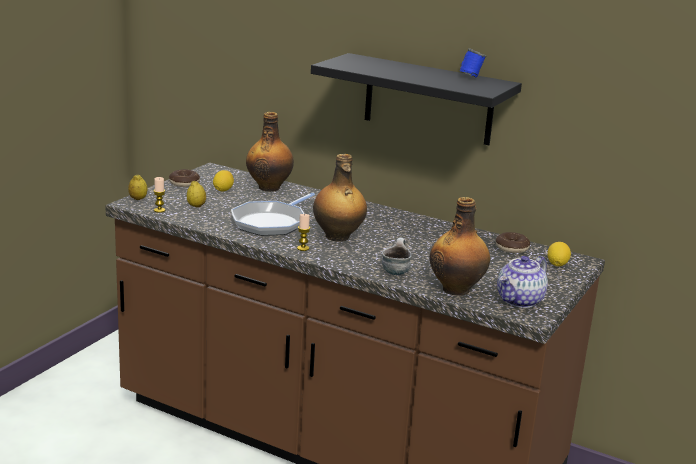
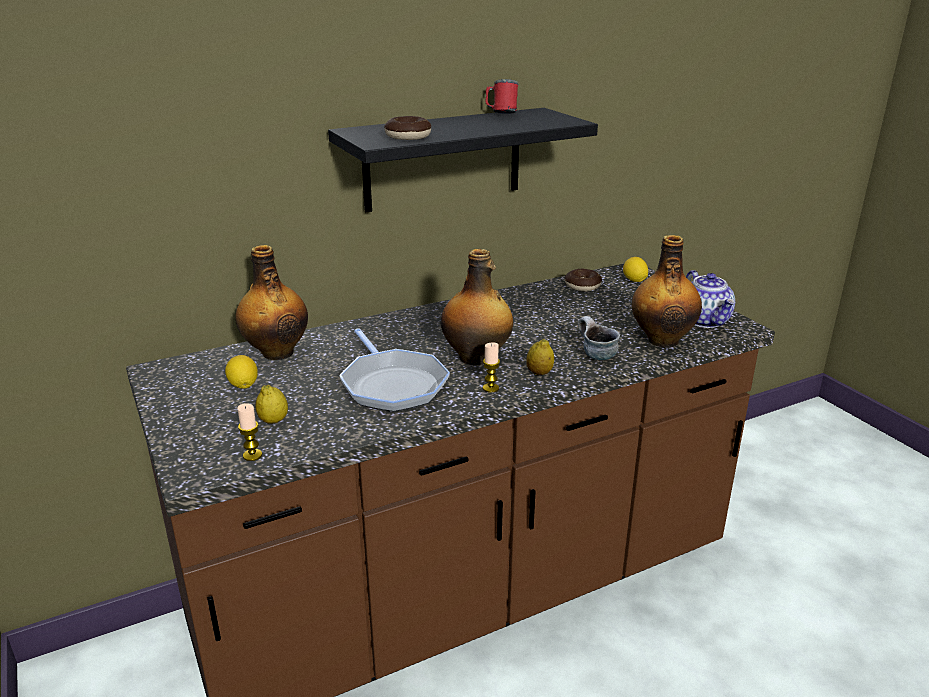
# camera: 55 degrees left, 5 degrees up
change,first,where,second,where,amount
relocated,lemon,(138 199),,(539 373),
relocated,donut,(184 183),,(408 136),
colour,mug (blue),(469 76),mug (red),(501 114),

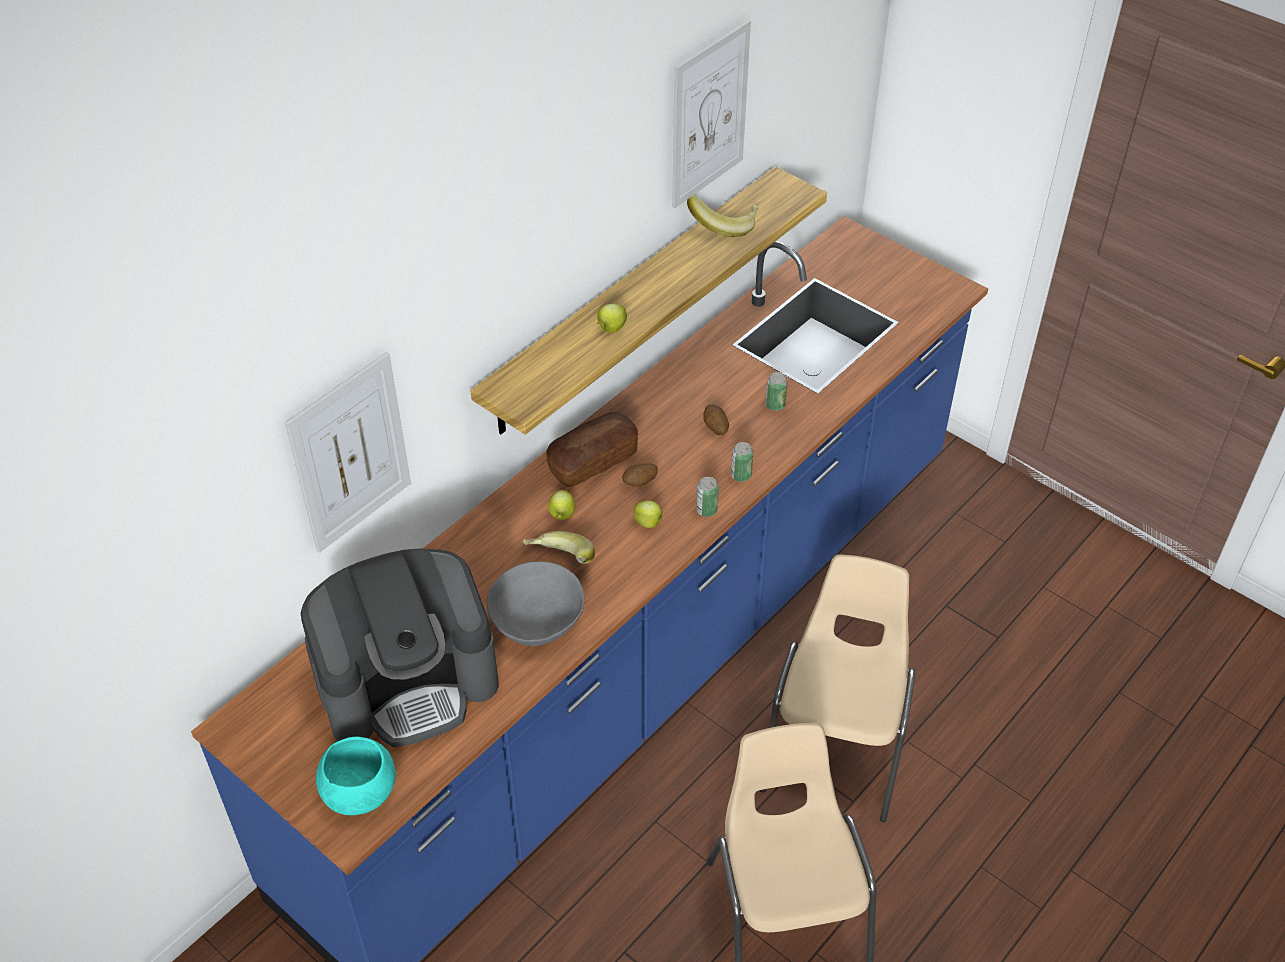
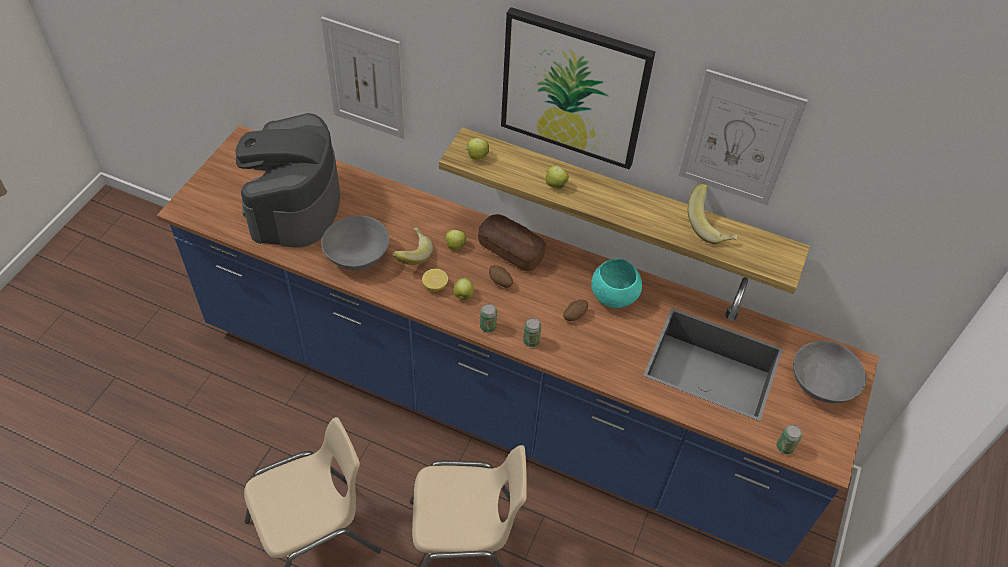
# camera: 70 degrees right, 5 degrees up
change,first,where,second,where,amount
spun,coffee machine,(408 681),,(294 205),45 degrees clockwise
relocated,bowl (turquoise),(359 793),,(613 296),
relocated,can,(775 405),,(784 447),
appeared,,,lemon,(435 286),
appeared,,,apple,(476 156),
appeared,,,picture,(574 88),
appeared,,,bowl (grey),(822 384),

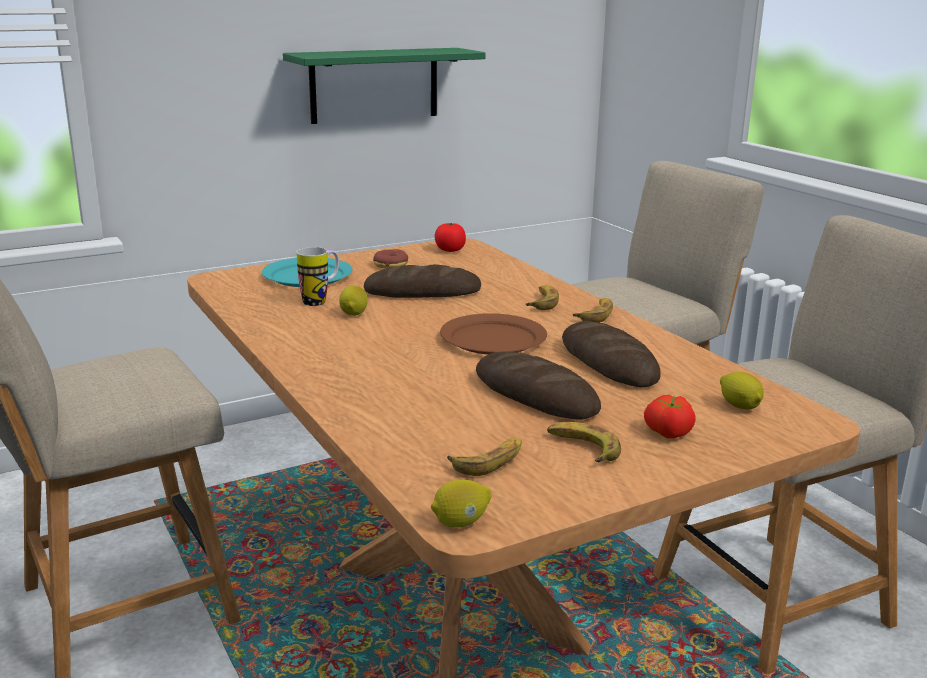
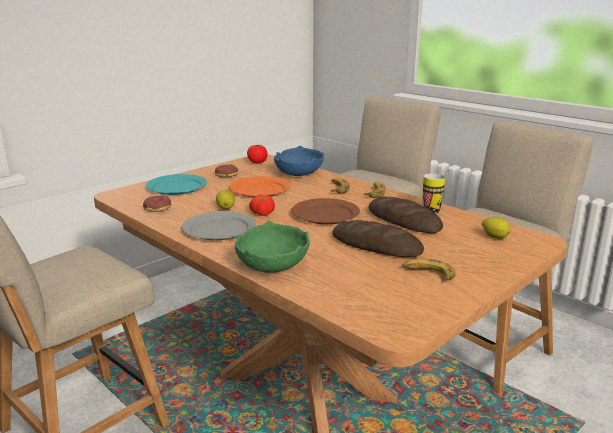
# camera: 15 degrees left, 0 degrees up
change,first,where,second,where,amount
missing,shelf (green),(374 85),,,
relocated,mug,(320 300),,(433 209),
exchanged,bread,(422 291),plate (orange),(259 189),
missing,lemon,(461 523),,,
missing,banana,(489 462),,,
relocated,tomato,(667 432),,(262 213),
appeared,,,donut,(157 208),
appeared,,,plate (grey),(219 229),
appeared,,,bowl (green),(271 265),
appeared,,,bowl (blue),(298 173),

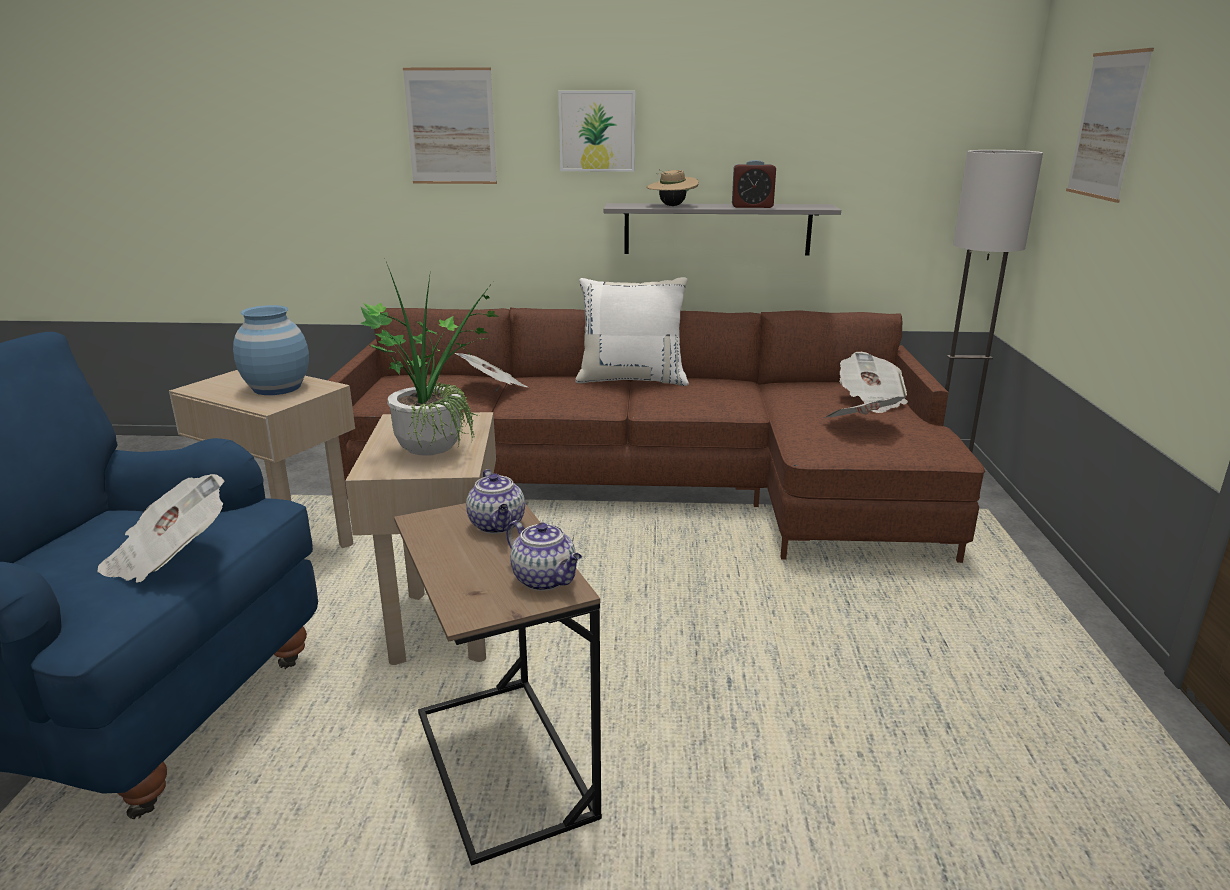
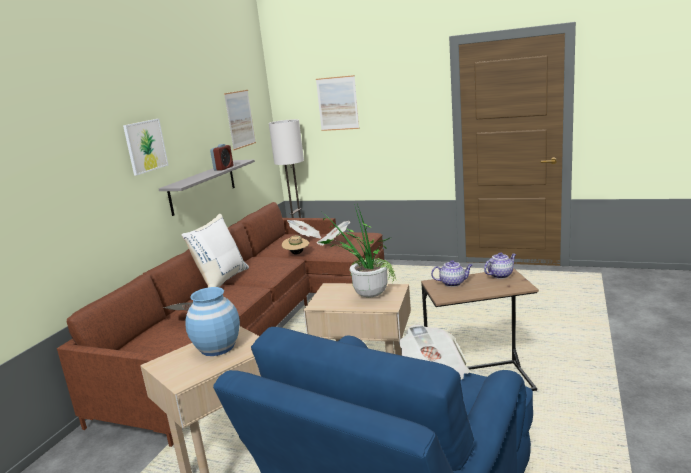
# camera: 70 degrees left, 5 degrees down
change,first,where,second,where,amount
relocated,picture,(451 127),,(240 119),
relocated,hat (beige),(671 206),,(296 254),

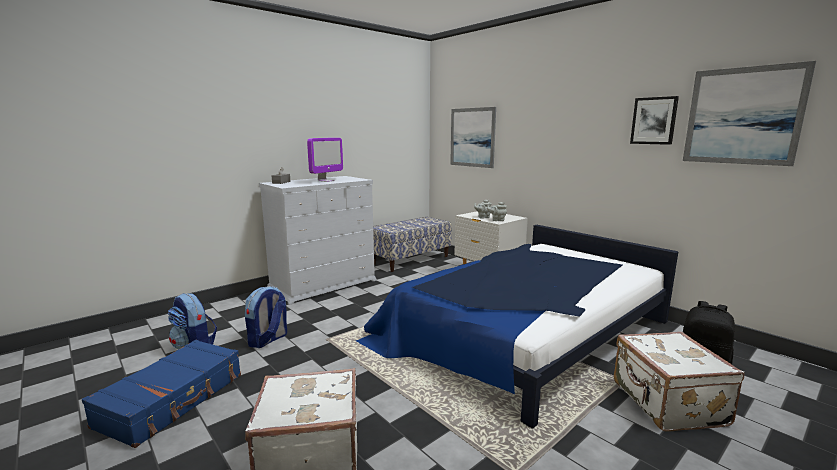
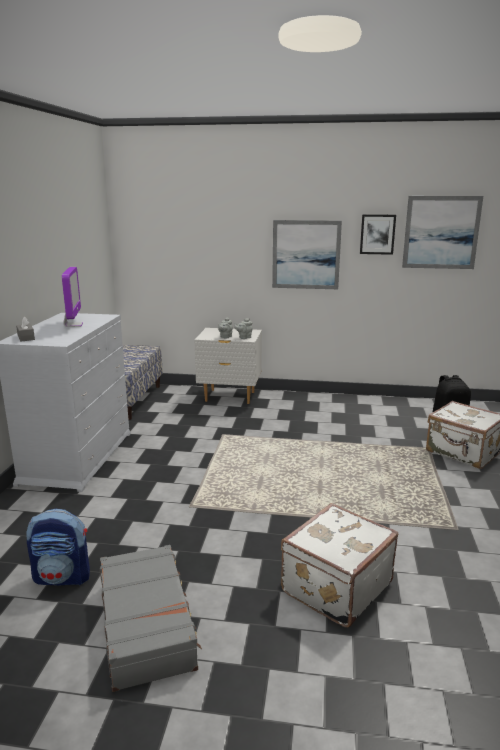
# camera: 40 degrees left, 5 degrees up
change,first,where,second,where,amount
colour,suitcase (blue),(173 400),suitcase (grey),(147 624),
missing,backpack,(268 340),,,
missing,bed,(525 330),,,
relocated,picture,(472 137),,(306 254),

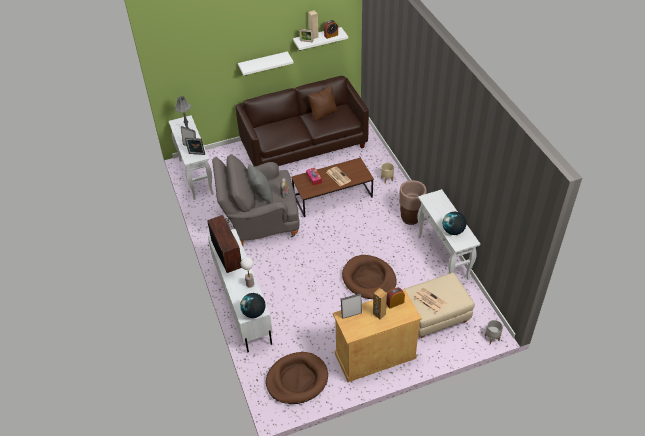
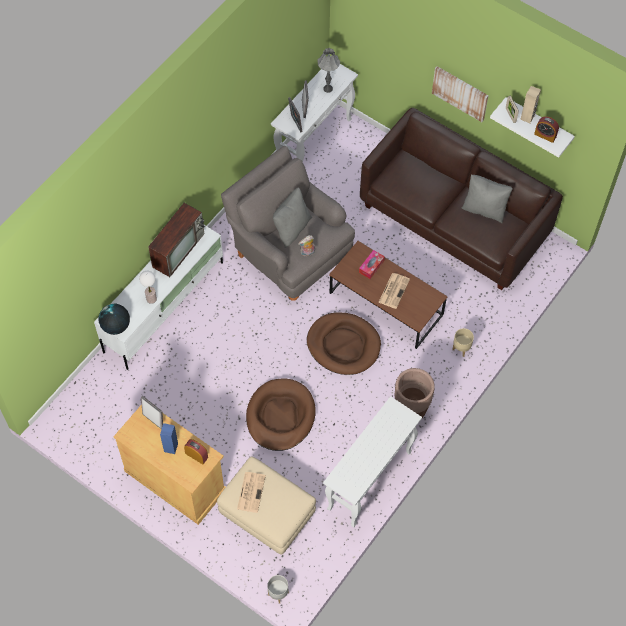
# camera: 55 degrees right, 15 degrees up
change,first,where,second,where,amount
exchanged,shelf (white),(263 63),picture,(460 93),
relocated,dog bed (brown),(297 379),,(343 345),
colour,pillow (brown),(323 114),pillow (grey),(484 209),
colour,speaker (brown),(379 314),speaker (blue),(170 447),
missing,globe,(453 231),,,

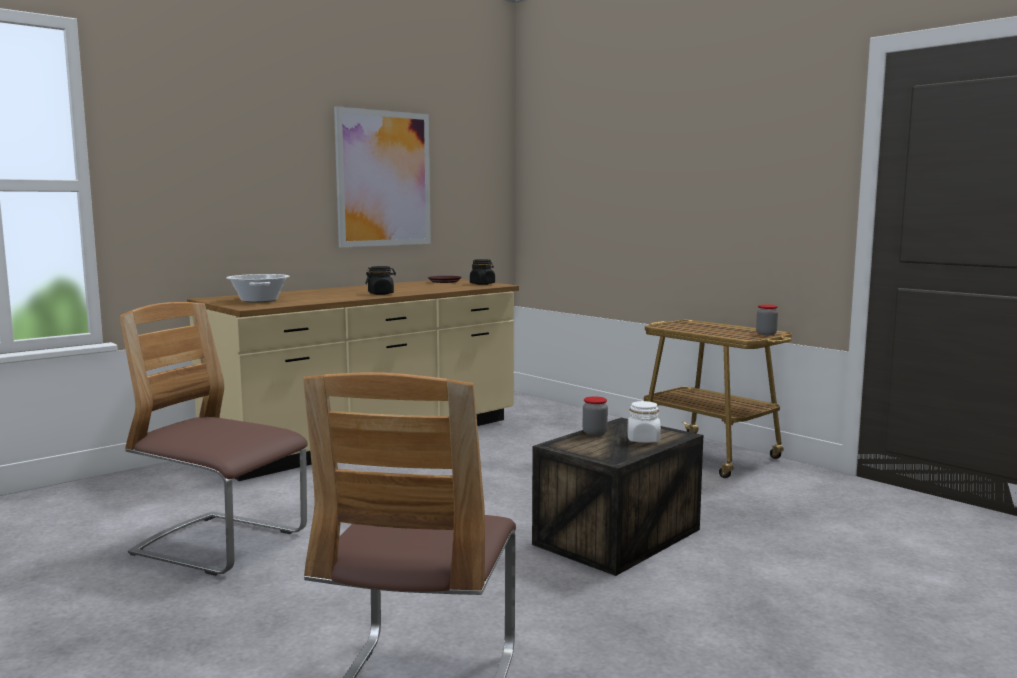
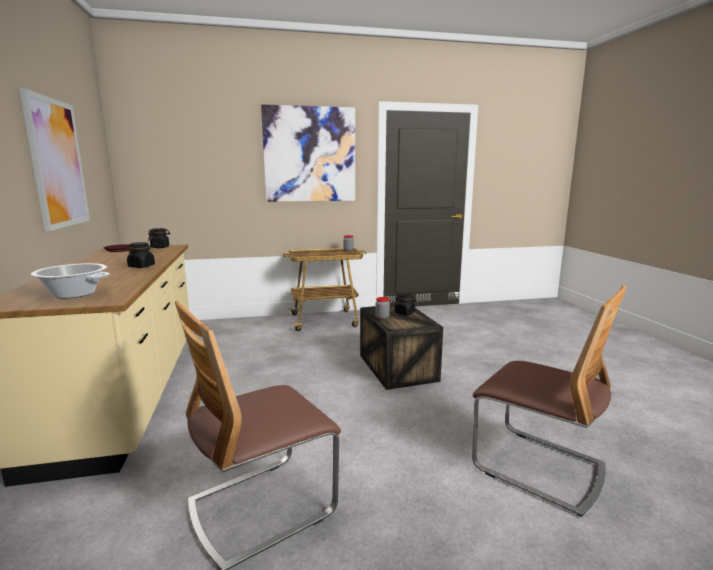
# camera: 60 degrees left, 5 degrees up
change,first,where,second,where,amount
colour,jar (white),(643 440),jar (black),(404 313),
appeared,,,picture,(310 155),

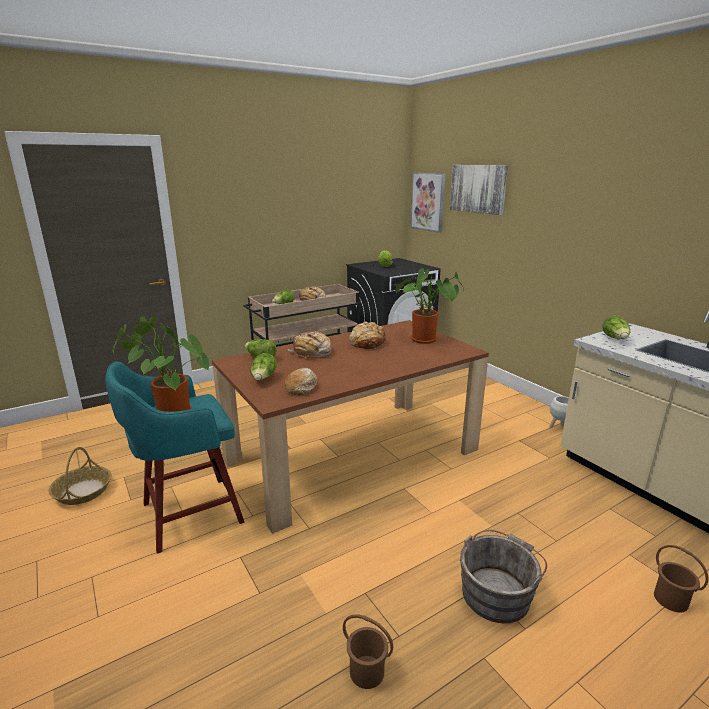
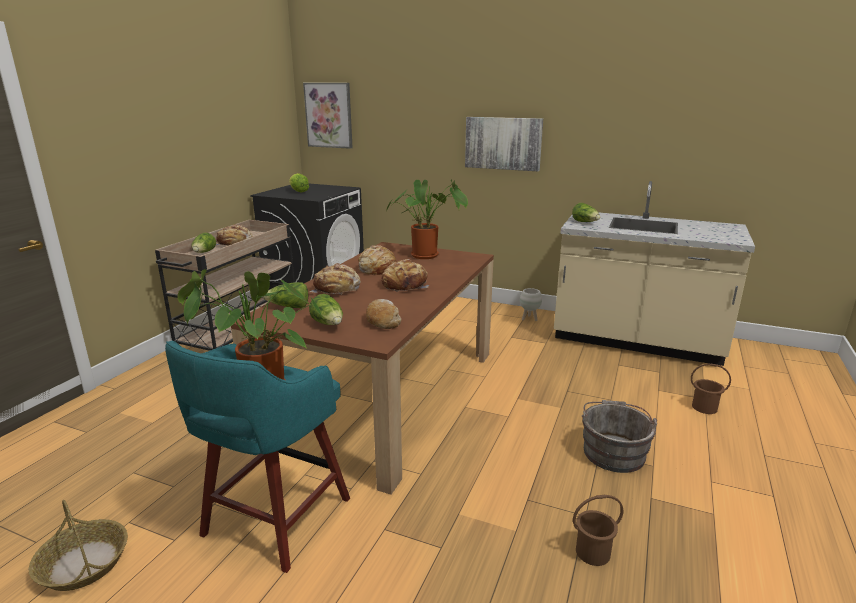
# camera: 35 degrees left, 0 degrees up
change,first,where,second,where,amount
relocated,picture,(478 188),,(503 143),
appeared,,,bread,(405 285),

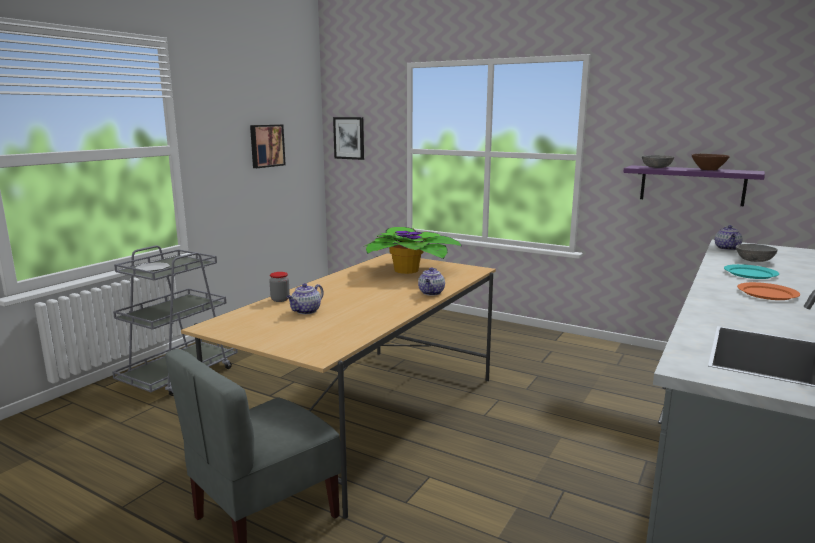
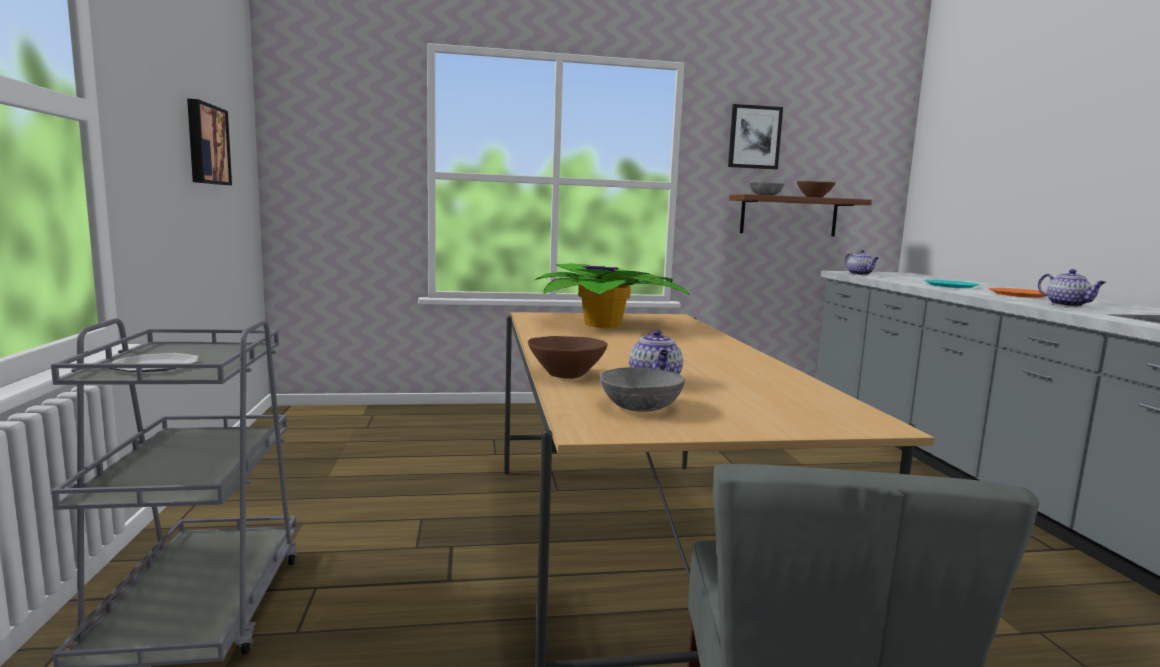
# camera: 40 degrees left, 5 degrees down
change,first,where,second,where,amount
exchanged,jar,(280 299),bowl (brown),(565 374),
relocated,picture,(349 138),,(754 137),
relocated,teapot,(431 293),,(1068 305),
colour,shelf (purple),(692 185),shelf (brown),(789 216),
relocated,bowl (grey),(755 260),,(642 407),

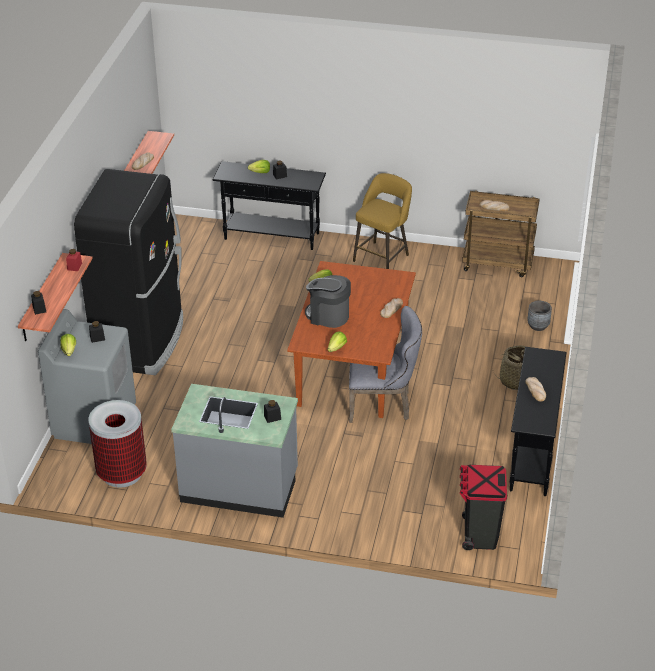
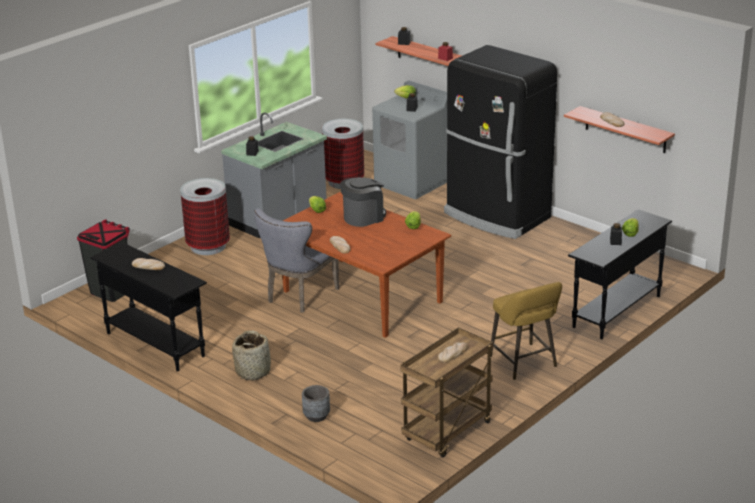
# camera: 120 degrees right, 10 degrees down
change,first,where,second,where,amount
appeared,,,trash can,(208 246),

